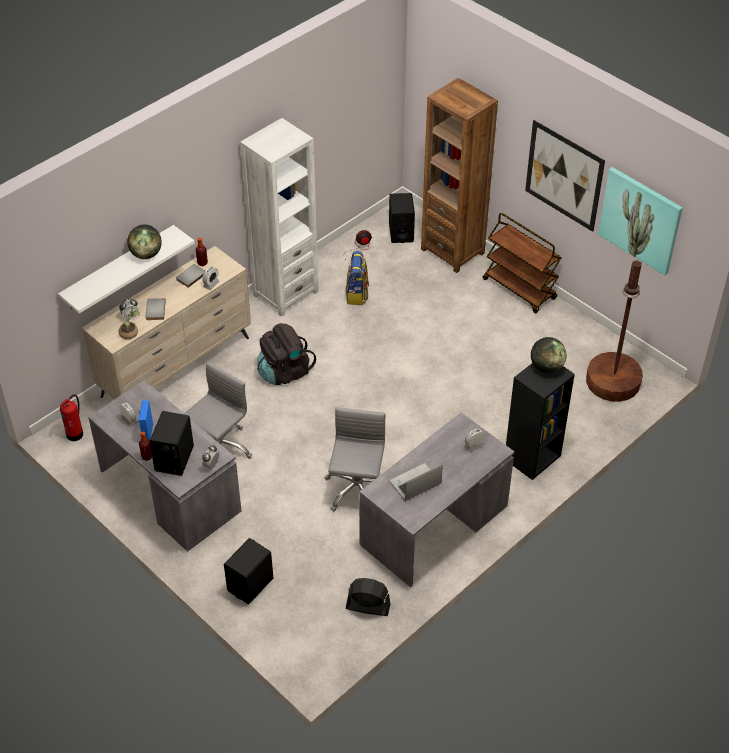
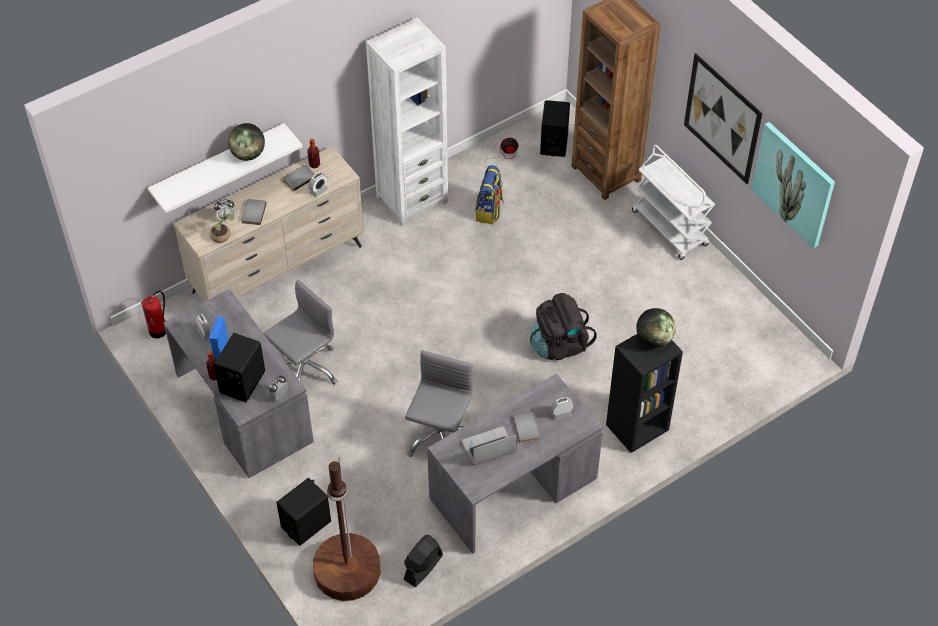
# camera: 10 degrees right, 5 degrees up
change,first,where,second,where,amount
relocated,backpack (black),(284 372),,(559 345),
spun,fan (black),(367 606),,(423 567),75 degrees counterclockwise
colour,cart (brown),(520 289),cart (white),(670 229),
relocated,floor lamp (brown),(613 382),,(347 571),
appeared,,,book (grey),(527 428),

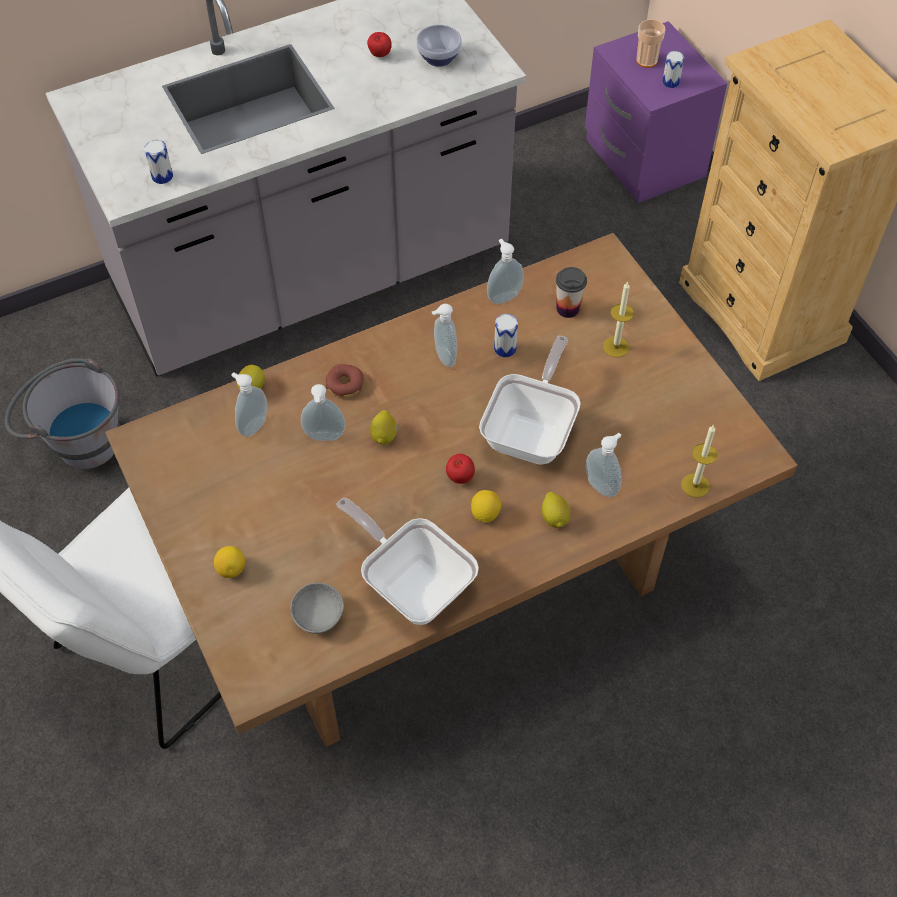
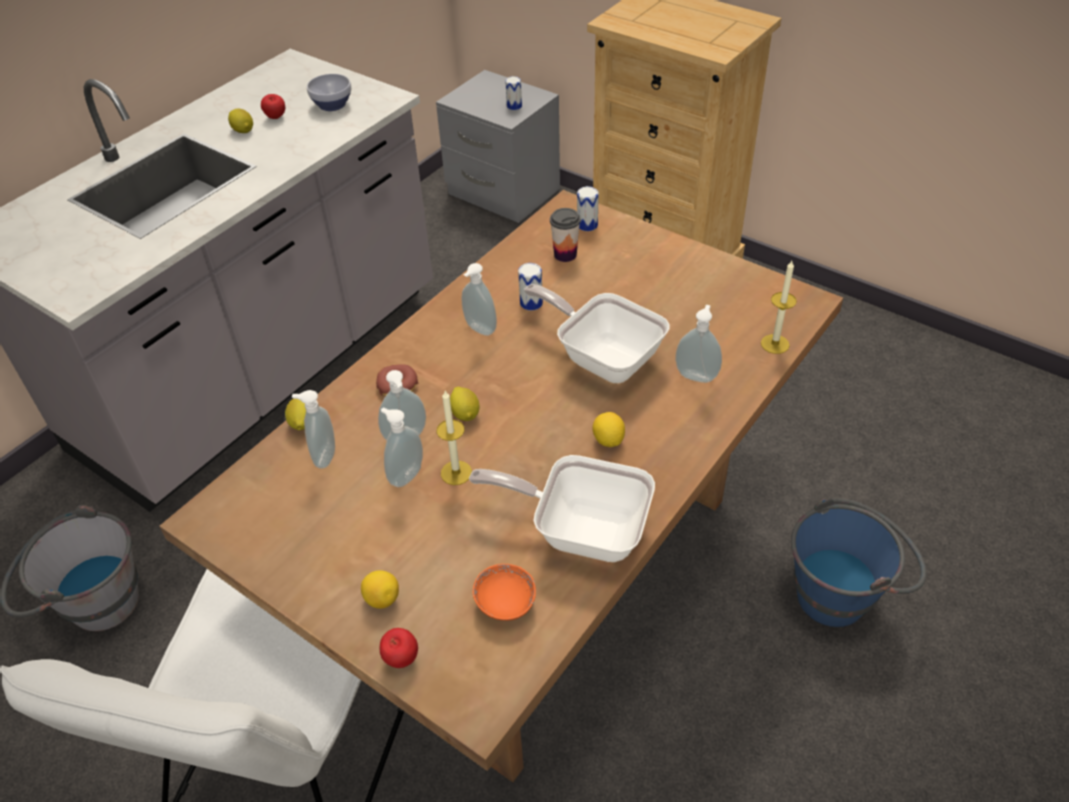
# camera: 25 degrees left, 10 degrees down
change,first,where,second,where,amount
relocated,can,(162 176),,(587 225),
colour,bowl (grey),(318 615),bowl (orange),(505 603),
relocated,apple,(460 477),,(401 659),
spun,frying pan,(532 431),,(602 357),45 degrees counterclockwise
relocated,soap dispenser,(503 296),,(405 475),
relocated,lemon,(554 517),,(243 130),
colour,nightstand (purple),(642 159),nightstand (grey),(502 193),
relocated,candle,(616 347),,(456 473),
missing,cup,(646 61),,,
appeared,,,bucket (blue),(843 592),

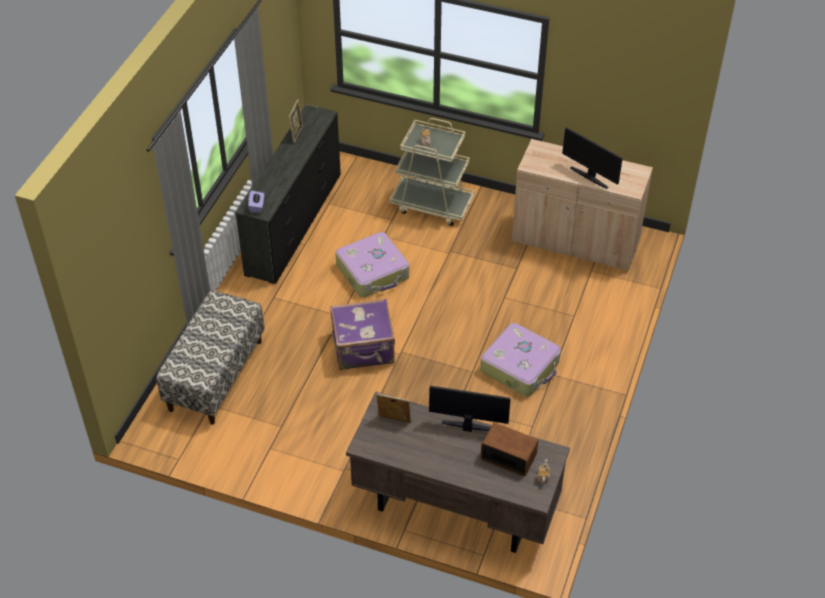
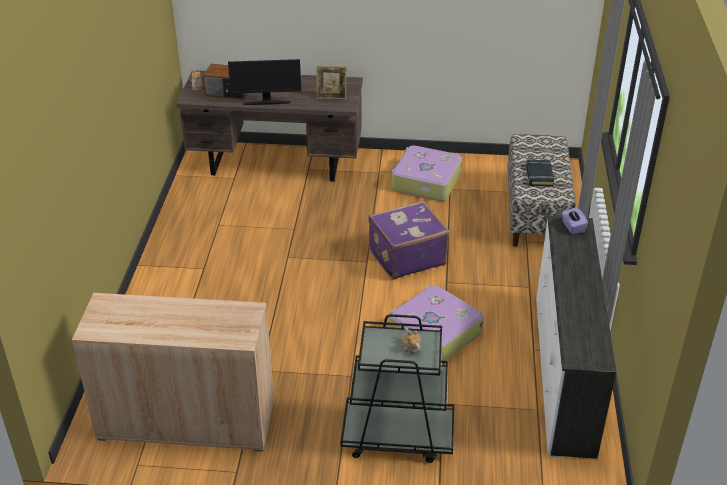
# camera: 165 degrees right, 10 degrees down
change,first,where,second,where,amount
colour,dresser (black),(294 223),dresser (white),(563 373),
missing,picture frame,(297 133),,,
colour,cart (beige),(432 205),cart (black),(397 436),
relocated,suitcase,(520 366),,(425 182),
missing,monitor,(590 177),,,
appeared,,,book (black),(539 175),

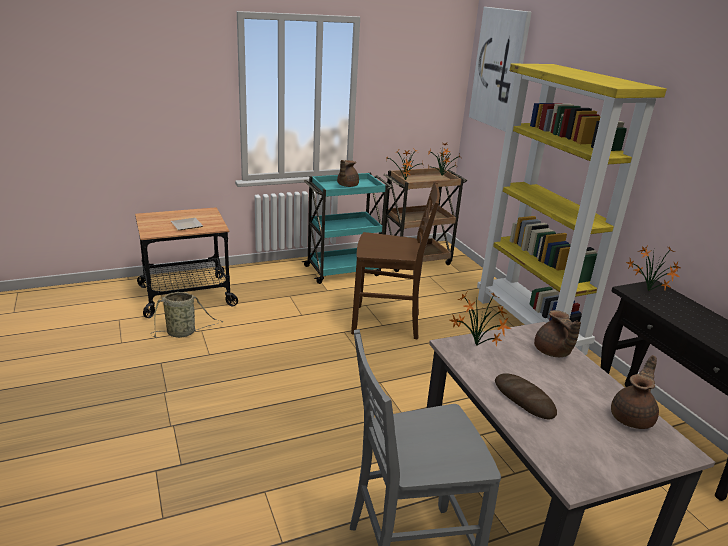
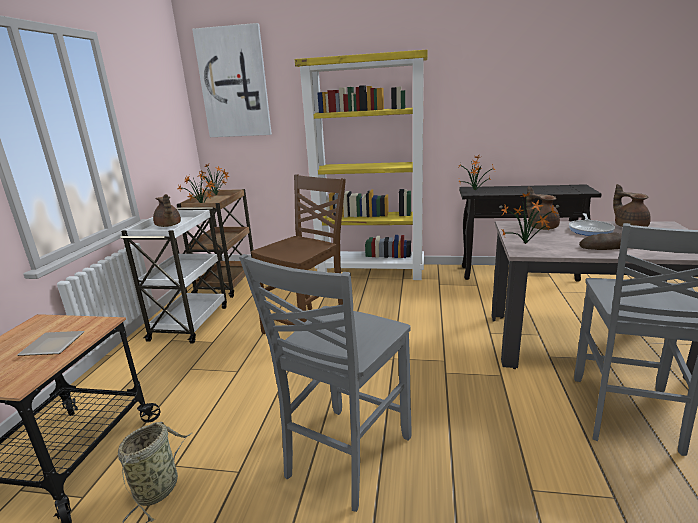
# camera: 55 degrees left, 5 degrees down
change,first,where,second,where,amount
colour,cart (turquoise),(343 270),cart (white),(190 322),
spun,teapot (brown),(552 352),,(541 227),135 degrees counterclockwise
appeared,,,chair (grey),(345 457),
appeared,,,frying pan,(590 230),

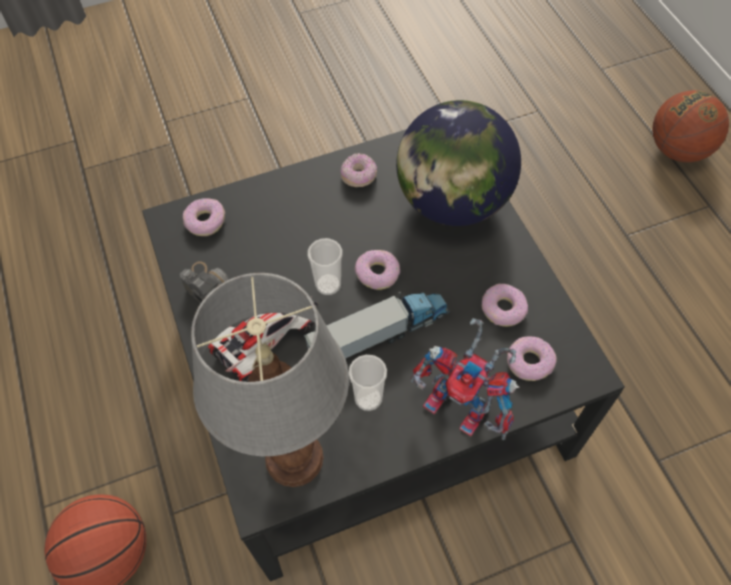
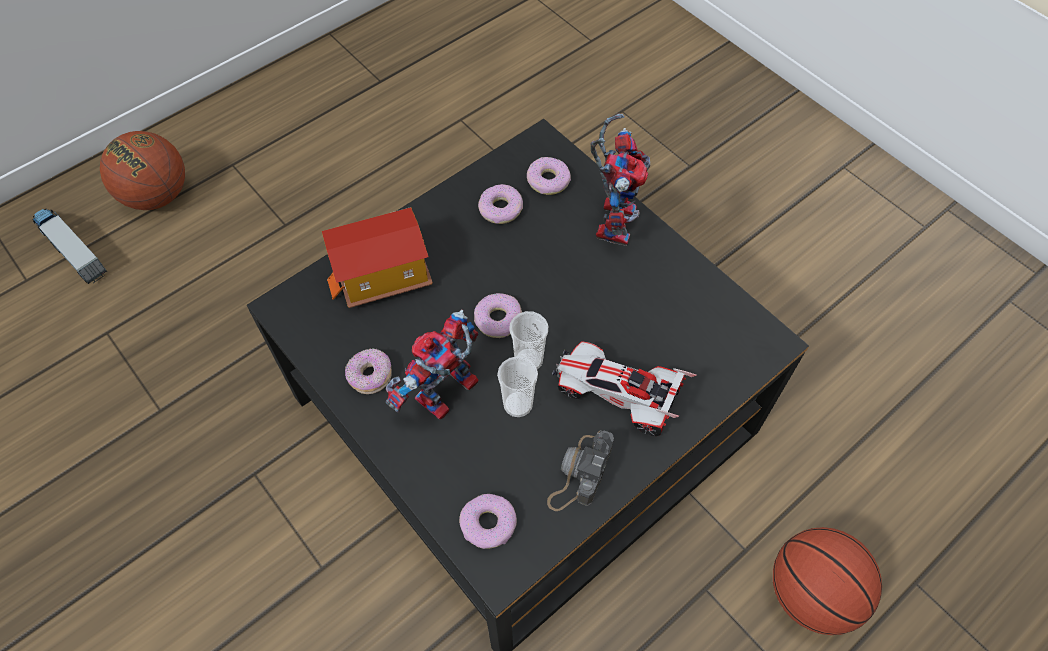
# camera: 110 degrees left, 0 degrees up
change,first,where,second,where,amount
missing,table lamp,(293 460),,,
relocated,toy truck,(379 334),,(71 249),
relocated,cup,(368 398),,(518 404),
exchanged,globe,(452 202),toy house,(383 277),
appeared,,,toy robot,(446 398),

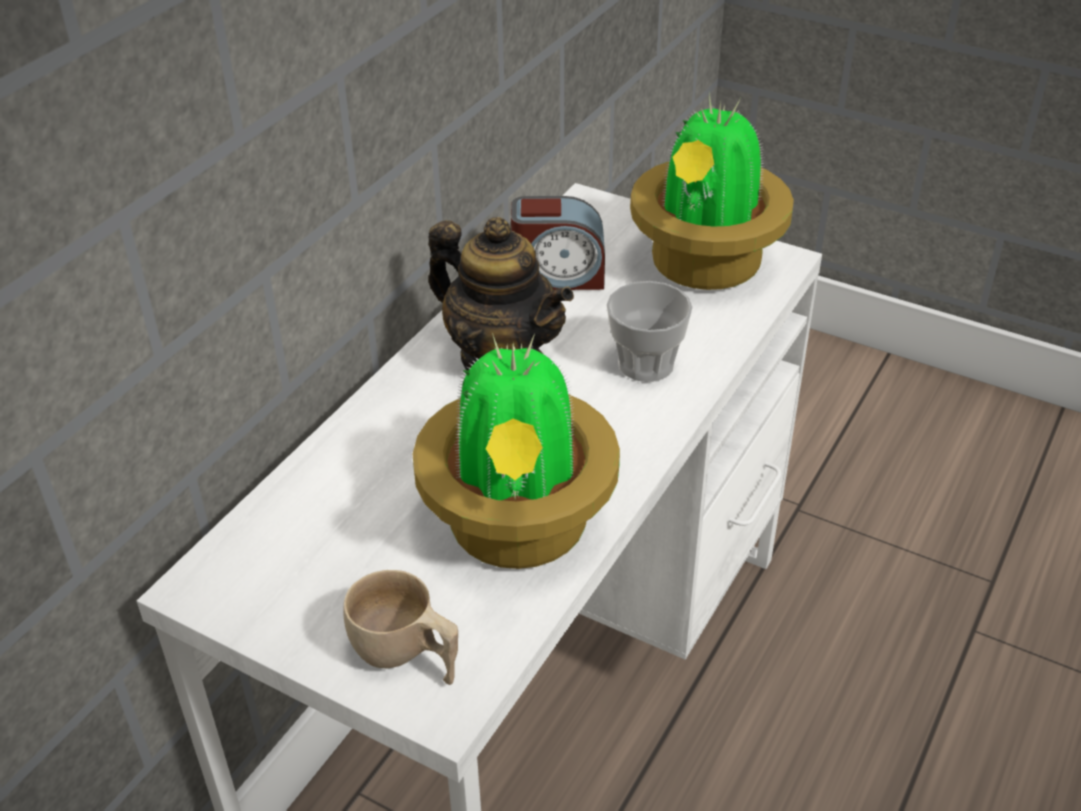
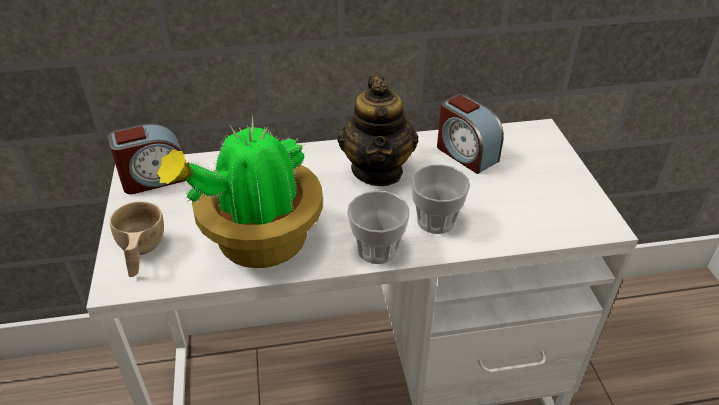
# camera: 50 degrees right, 0 degrees up
change,first,where,second,where,amount
missing,potted plant,(704 266),,,
appeared,,,alarm clock,(154 178),
appeared,,,cup,(377 249),

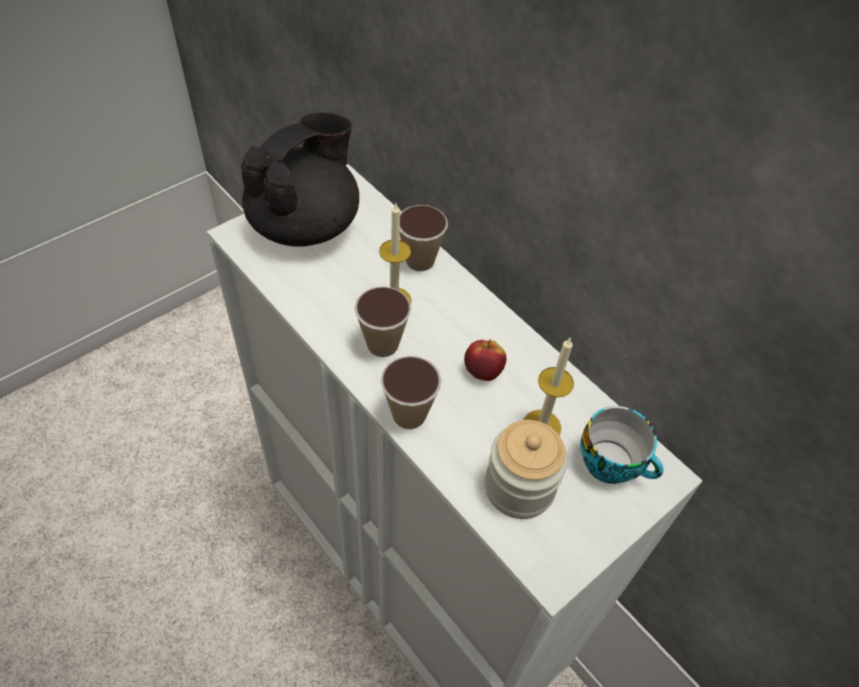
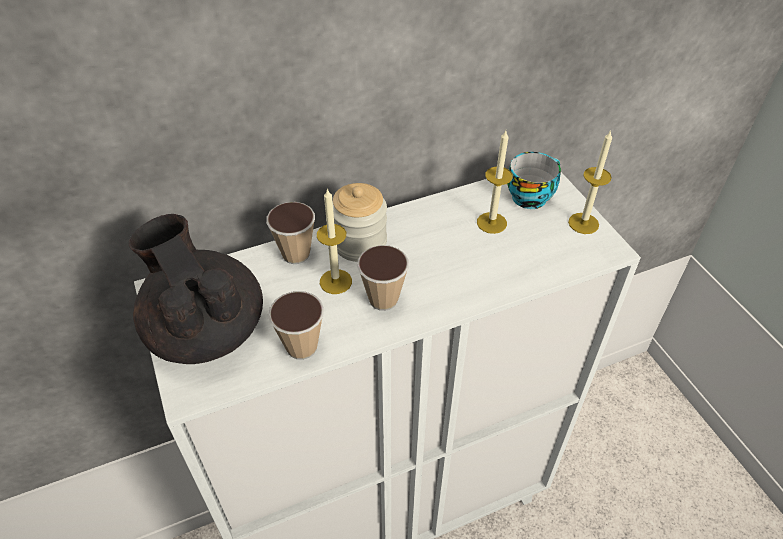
# camera: 70 degrees left, 5 degrees down
change,first,where,second,where,amount
relocated,cup,(409 415),,(302 347),
missing,apple,(483 371),,,
relocated,jar,(519 487),,(360 243),
appeared,,,candle,(583 223),

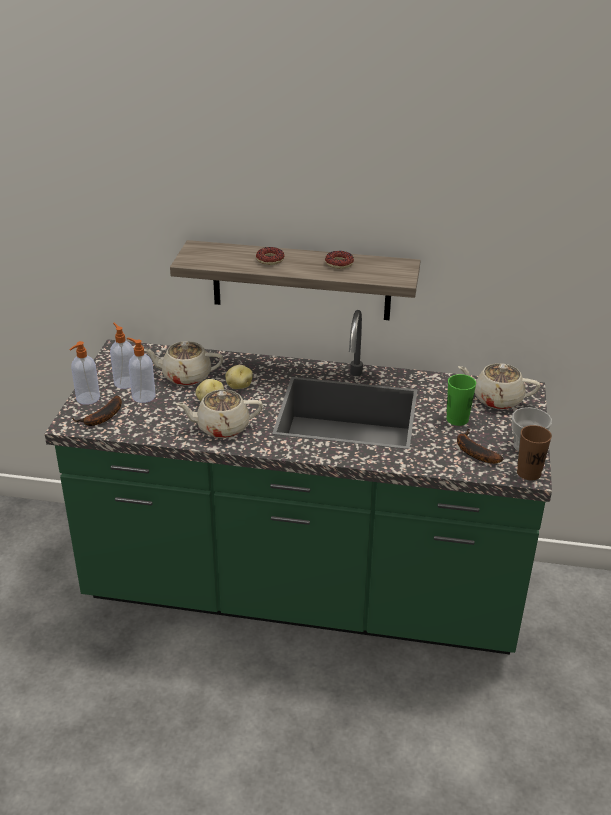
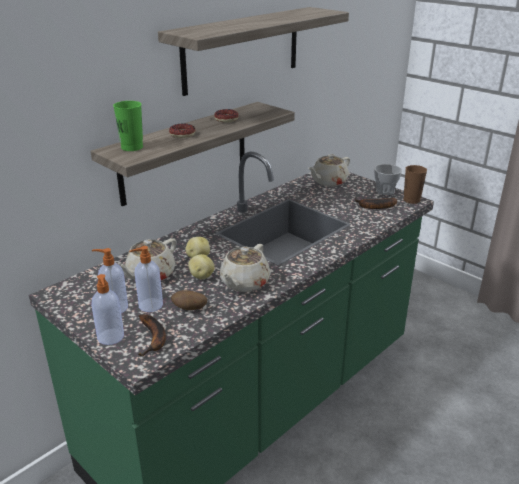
# camera: 55 degrees left, 5 degrees down
change,first,where,second,where,amount
relocated,cup (green),(457 419),,(132 147),
appeared,,,shelf,(242 49),
appeared,,,potato,(189 309),

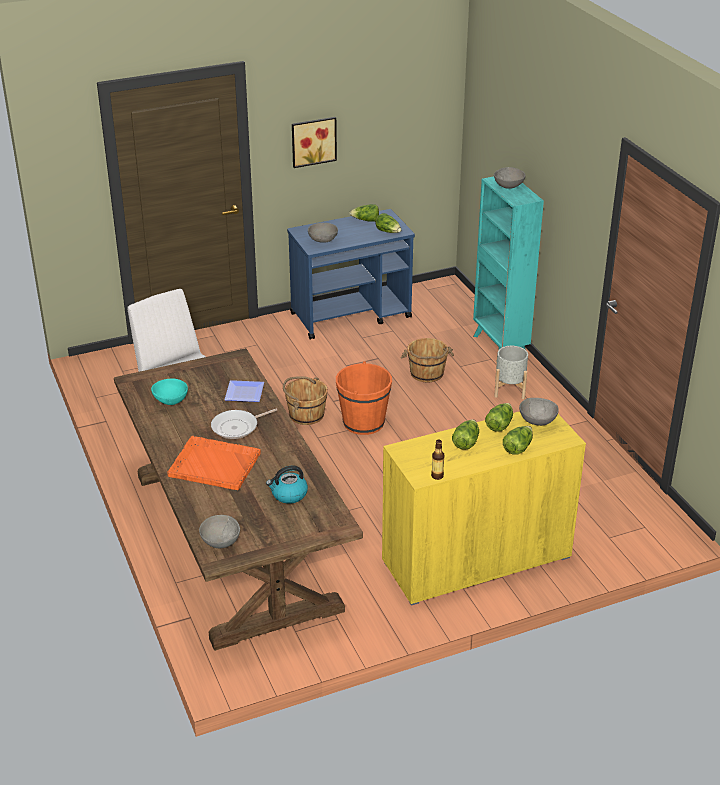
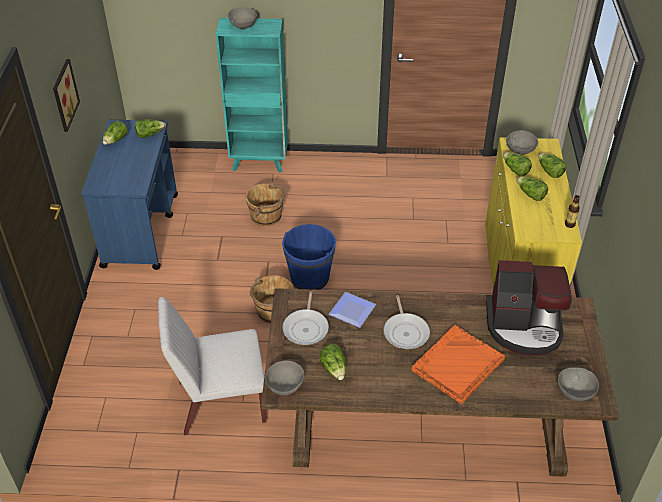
# camera: 65 degrees left, 10 degrees up
change,first,where,second,where,amount
exchanged,bowl (turquoise),(171 401),lettuce,(334 368),
exchanged,kettle,(288 494),coffee machine,(524 327),
relocated,bowl (grey),(323 240),,(285 385),
colour,bucket (orange),(363 422),bucket (blue),(310 278),
missing,planter (grey),(509 390),,,
appeared,,,frying pan,(306 328),

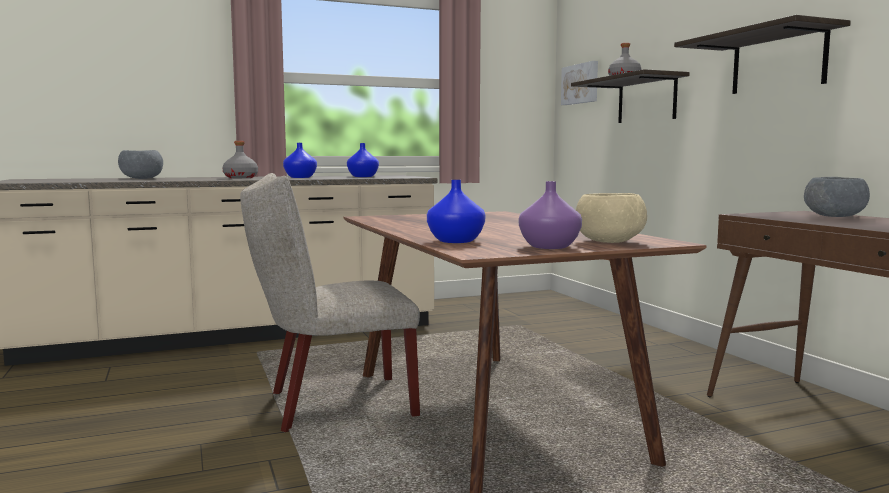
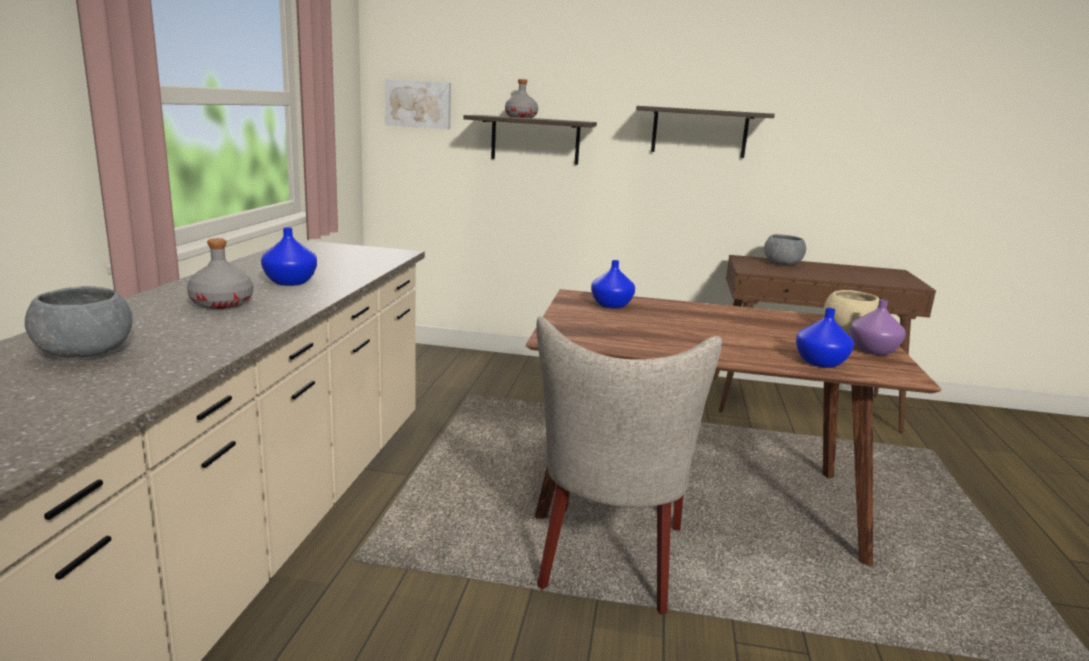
# camera: 60 degrees left, 10 degrees up
change,first,where,second,where,amount
relocated,vase (blue),(362 176),,(611 305),

